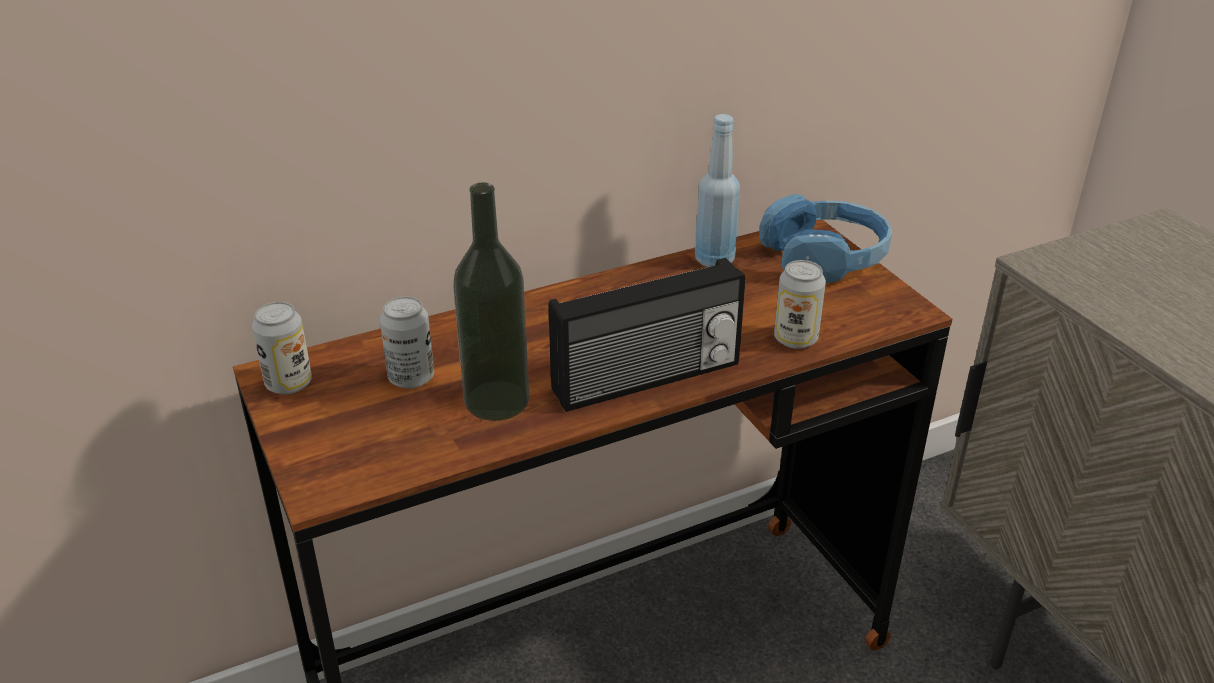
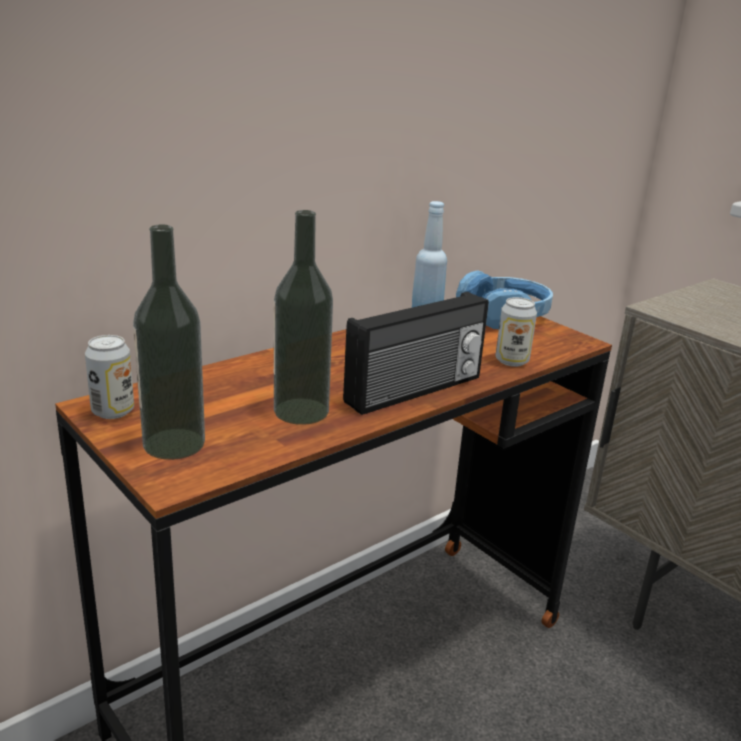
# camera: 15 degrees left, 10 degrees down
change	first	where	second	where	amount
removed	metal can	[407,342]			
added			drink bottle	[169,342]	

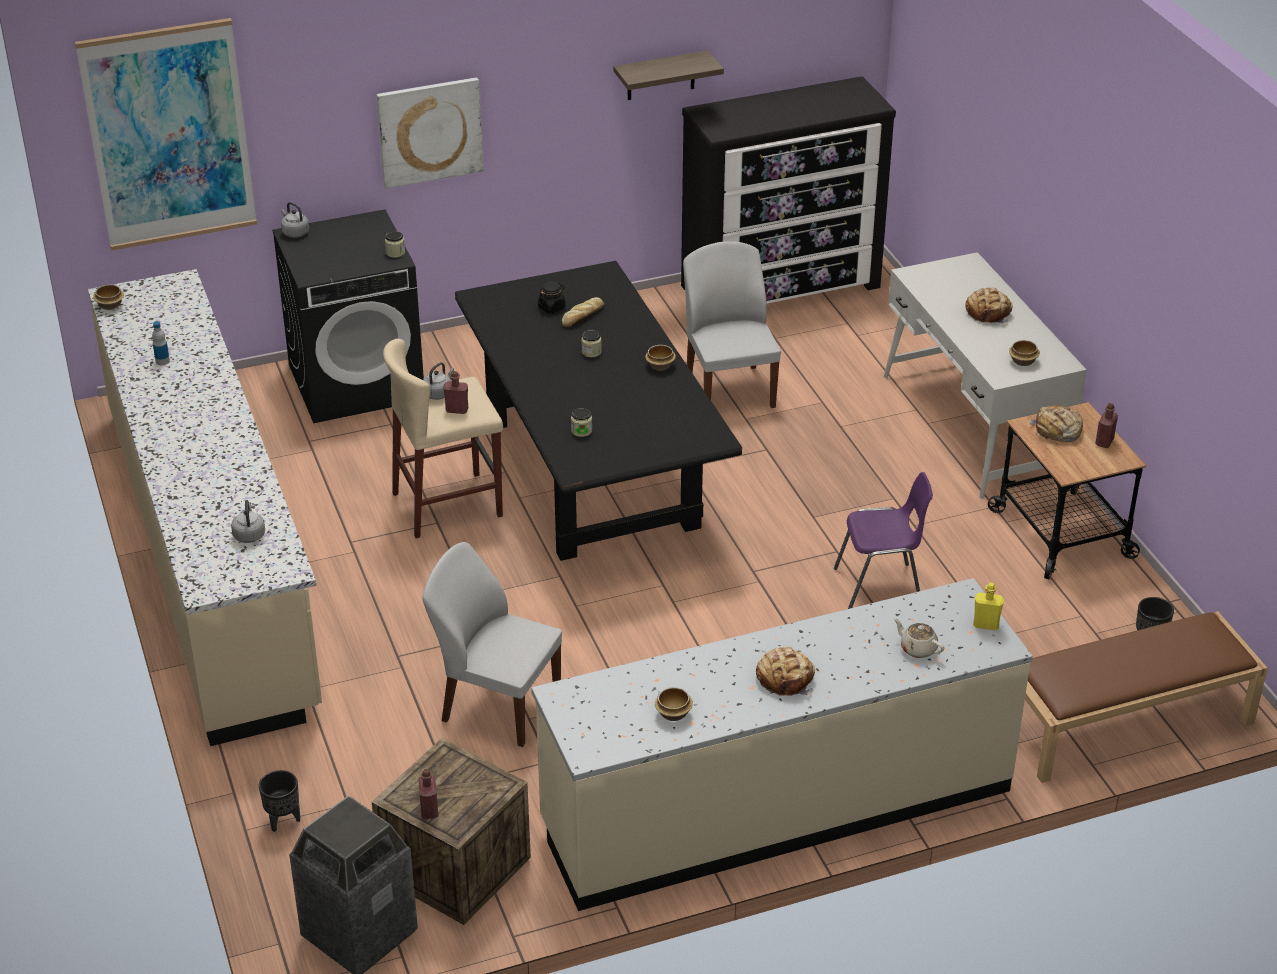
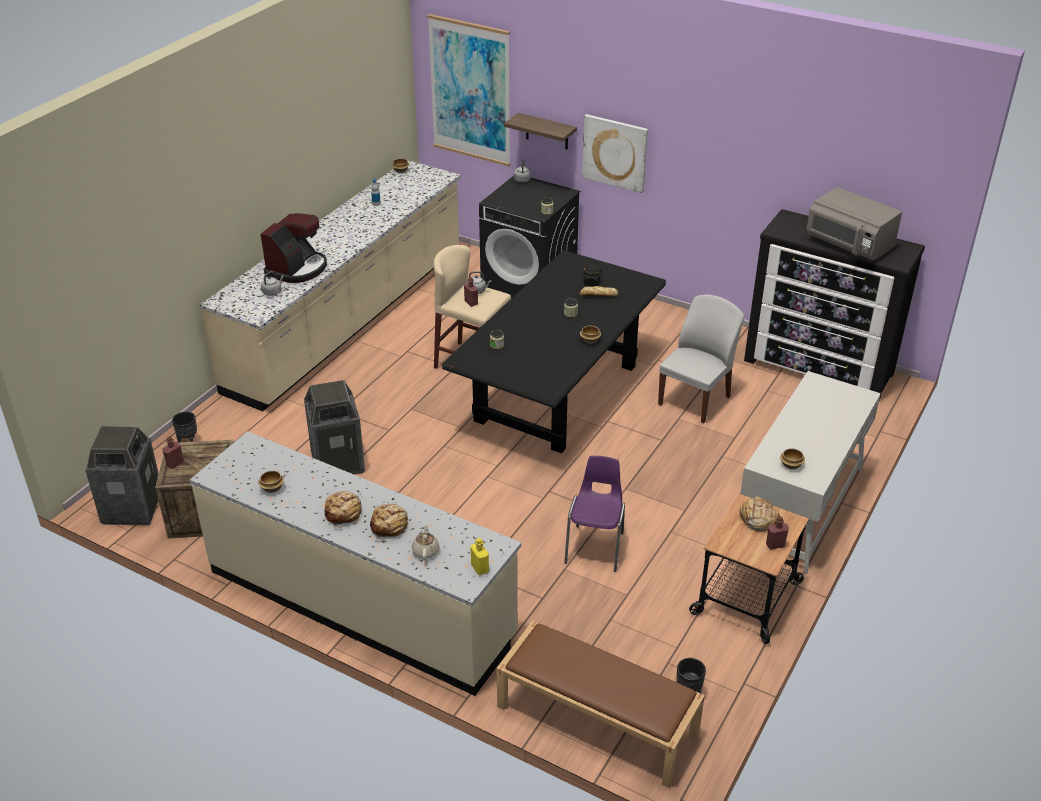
# camera: 50 degrees right, 0 degrees up
change	first	where	second	where	amount
replaced	plain chair/white	[492,644]	rubbish bin	[334,427]	
moved	shelf	[669,75]		[540,131]	
turned	plain chair/purplish	[883,540]		[594,514]	120 degrees counterclockwise
moved	bread	[988,306]		[389,522]	
added			coffee brewer	[293,248]	
added			microwave/gray	[854,223]	

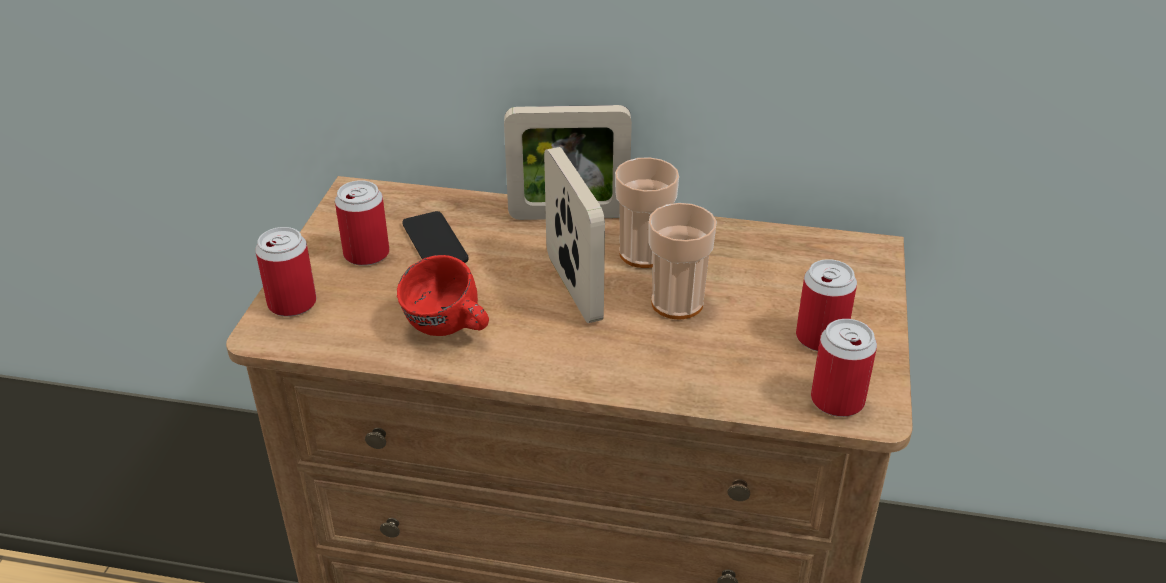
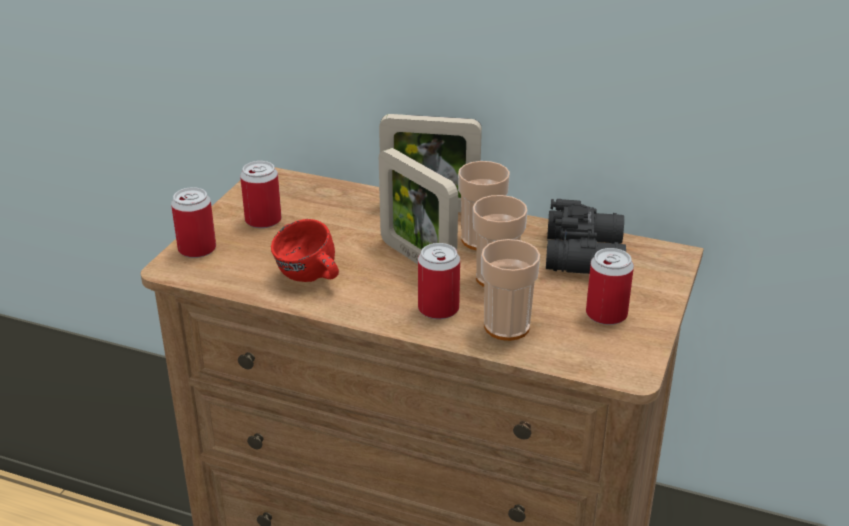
# camera: 10 degrees right, 5 degrees down
change	first	where	second	where	amount
removed	phone	[435,237]			
turned	picture frame	[574,235]		[418,206]	150 degrees clockwise
moved	metal can	[844,368]		[439,281]	
added			small cup	[510,290]	
added			field glasses/black	[586,236]	

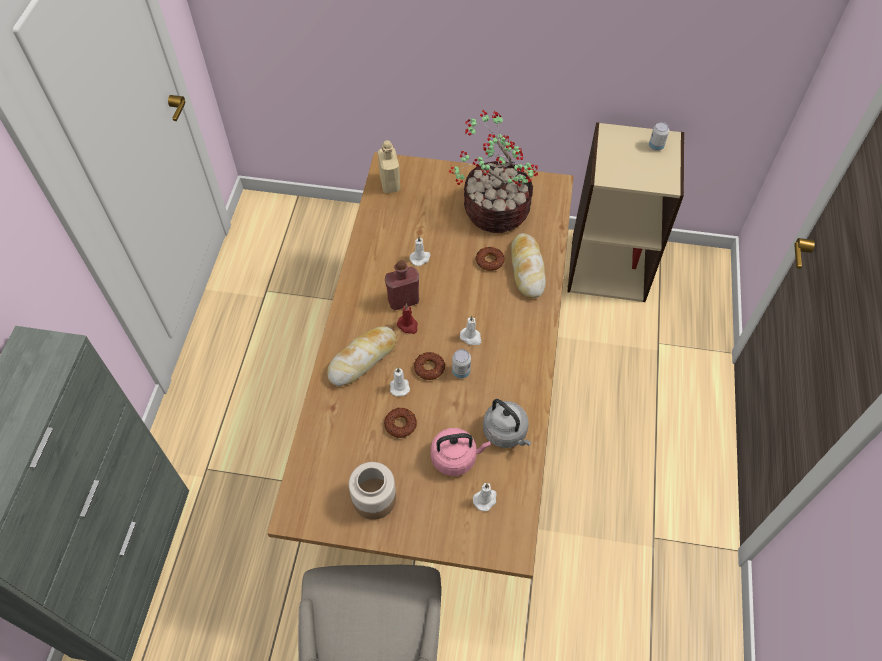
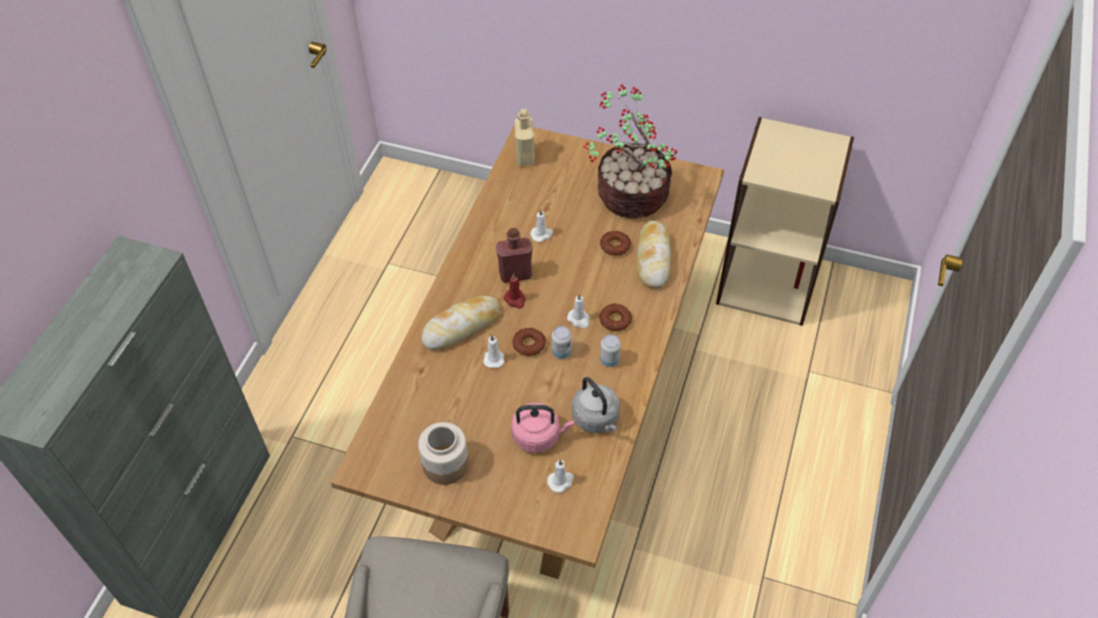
# camera: 10 degrees right, 5 degrees down
change	first	where	second	where	amount
moved	doughnut	[400,423]		[615,317]	
moved	metal can	[659,136]		[610,350]	

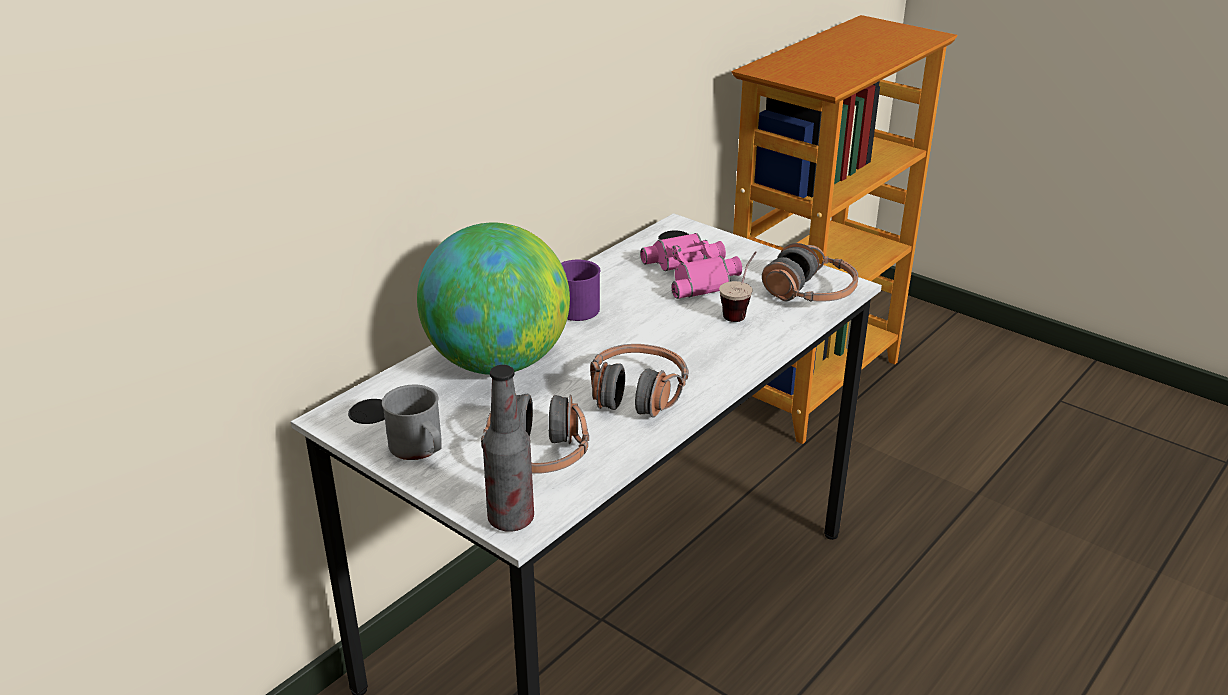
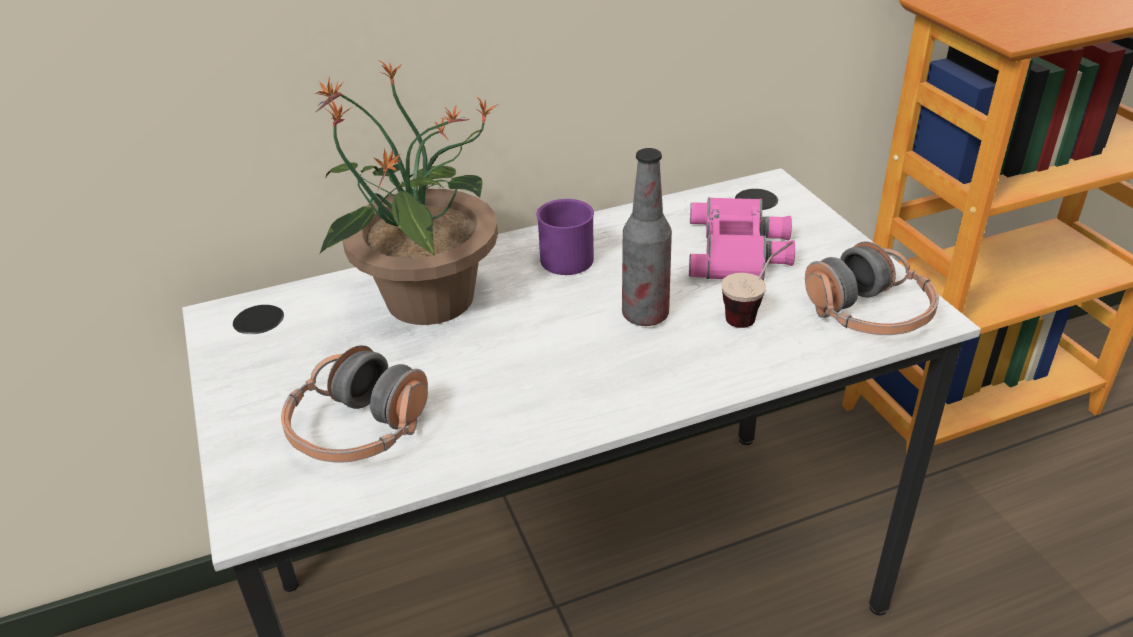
# camera: 30 degrees right, 5 degrees up
change	first	where	second	where	amount
removed	tea mug/gray	[412,422]			
replaced	world globe	[493,298]	houseplant	[406,193]	
moved	drink bottle	[508,448]		[647,237]	
removed	headphones	[639,381]			

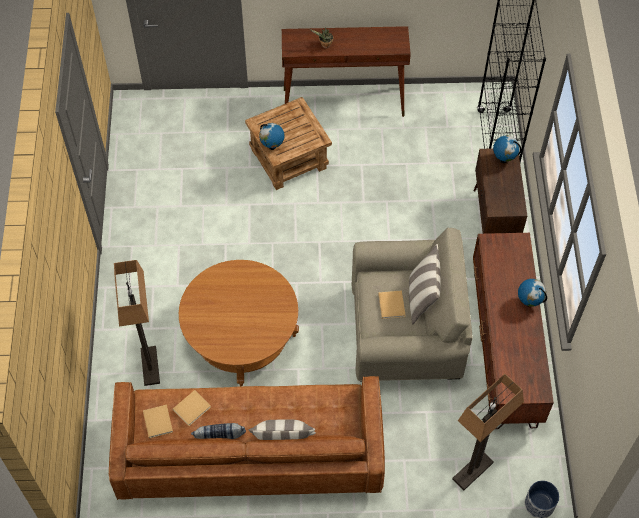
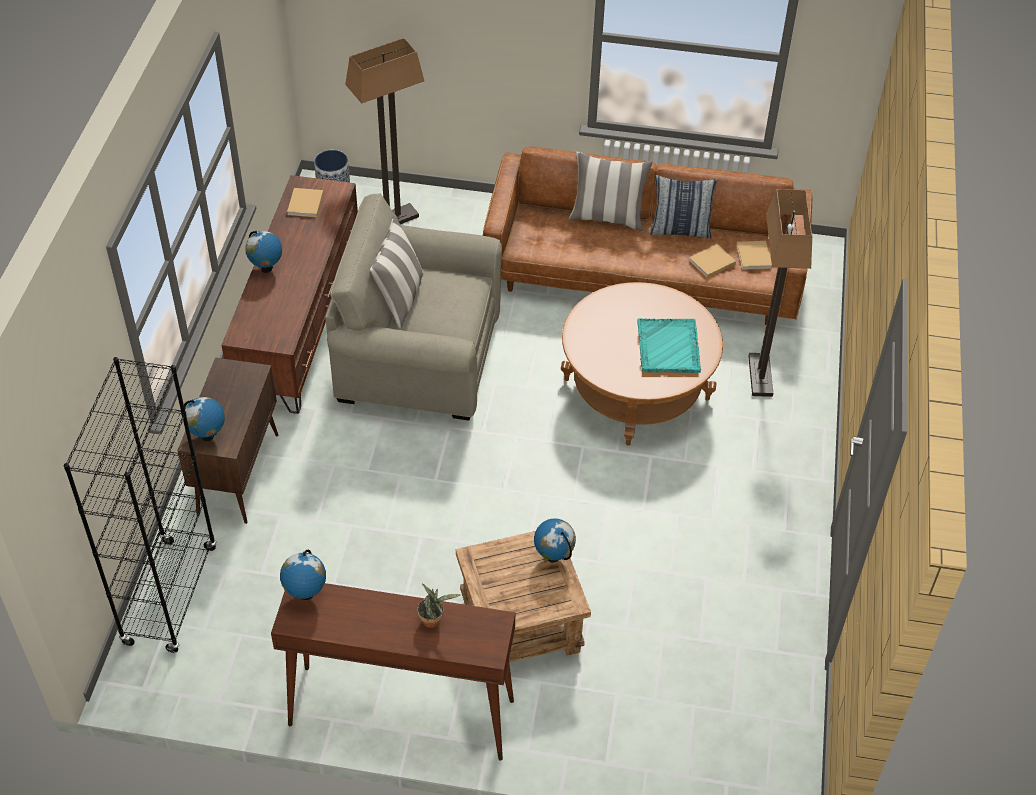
# camera: 170 degrees left, 10 degrees down
change	first	where	second	where	amount
moved	bound book/beige	[392,304]		[305,202]	
added			world globe	[303,574]	
added			carrying tray/turquoise	[669,345]	

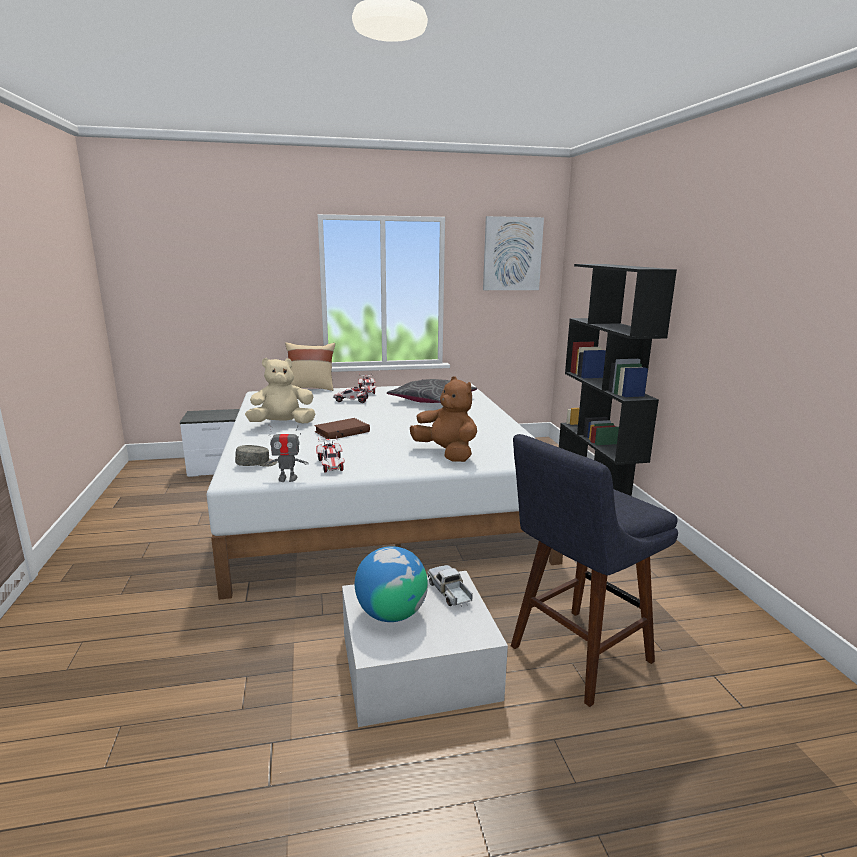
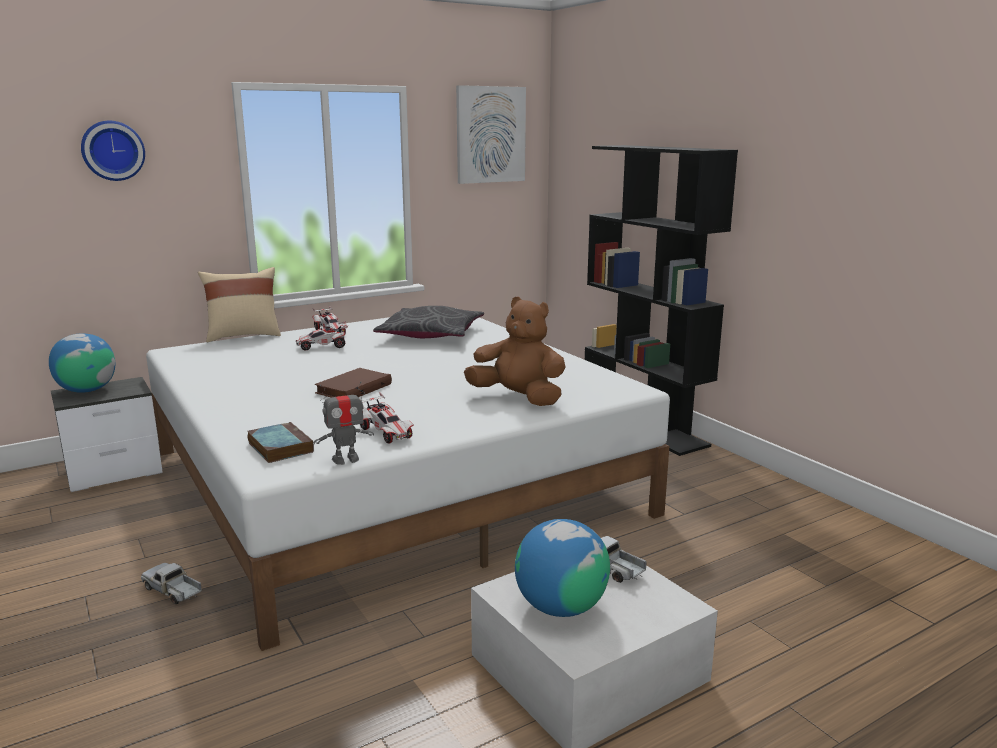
# camera: 20 degrees left, 0 degrees up
change	first	where	second	where	amount
replaced	baseball cap/gray	[256,456]	bound book	[280,442]	
removed	cuddly toy/beige	[280,390]			
removed	sitting stool/blue-coloured	[594,570]			
added			world globe	[82,363]	
added			clock on the wall	[113,151]	
added			toy truck	[171,583]	

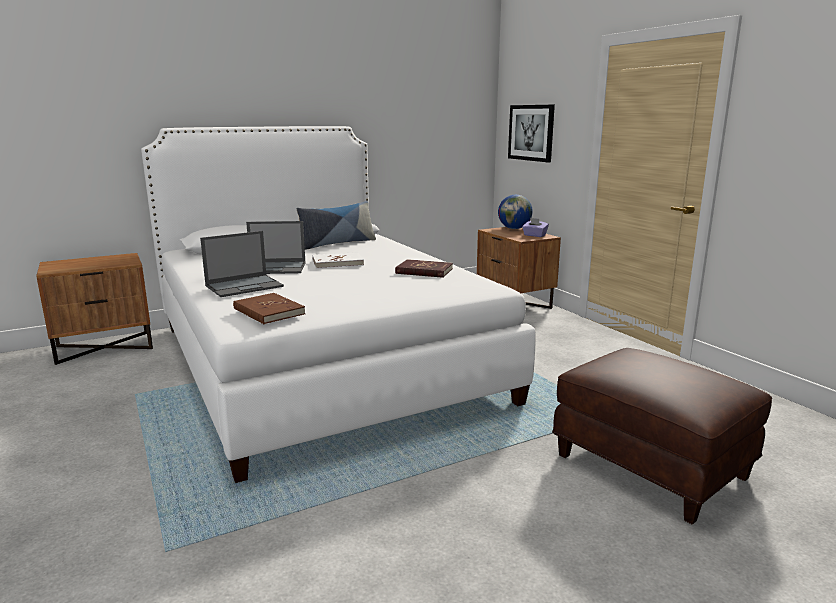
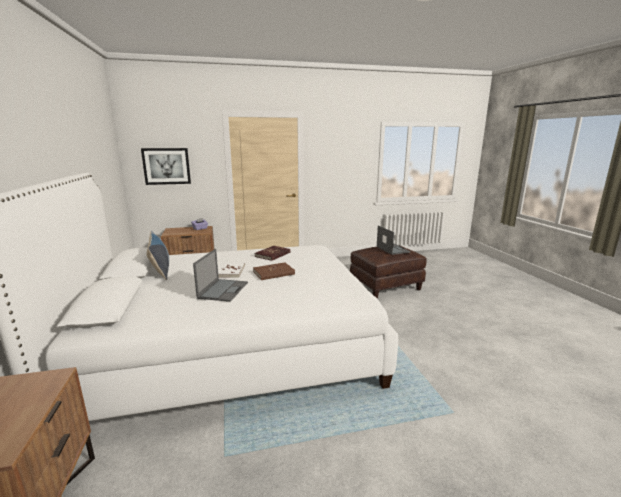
# camera: 75 degrees left, 0 degrees up
change	first	where	second	where	amount
moved	portable computer	[242,264]		[394,240]	
moved	bound book/brown	[269,308]		[274,271]	
removed	world globe	[515,212]			

